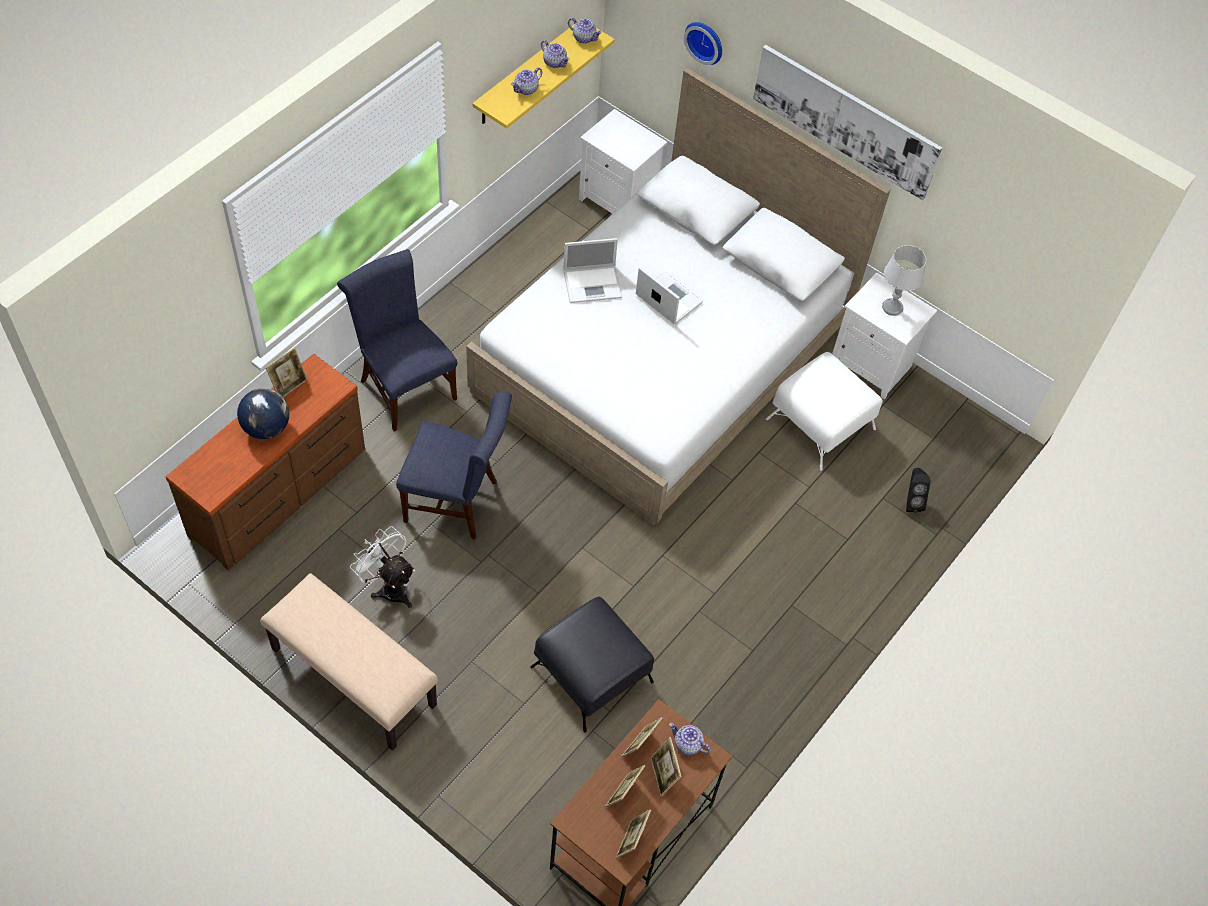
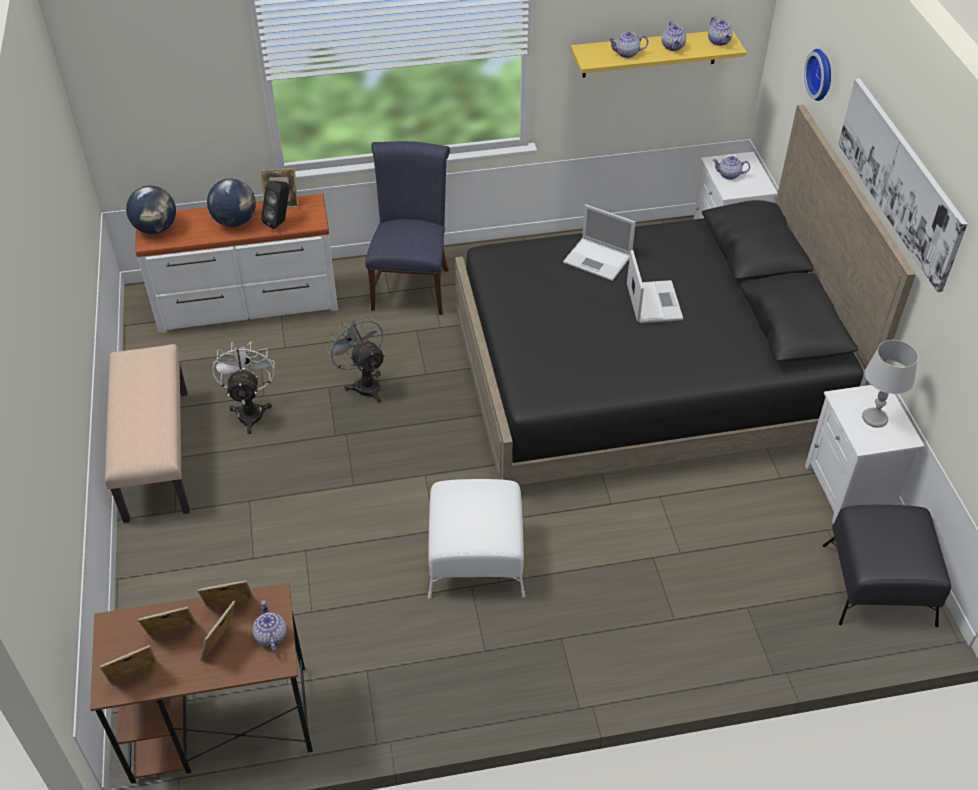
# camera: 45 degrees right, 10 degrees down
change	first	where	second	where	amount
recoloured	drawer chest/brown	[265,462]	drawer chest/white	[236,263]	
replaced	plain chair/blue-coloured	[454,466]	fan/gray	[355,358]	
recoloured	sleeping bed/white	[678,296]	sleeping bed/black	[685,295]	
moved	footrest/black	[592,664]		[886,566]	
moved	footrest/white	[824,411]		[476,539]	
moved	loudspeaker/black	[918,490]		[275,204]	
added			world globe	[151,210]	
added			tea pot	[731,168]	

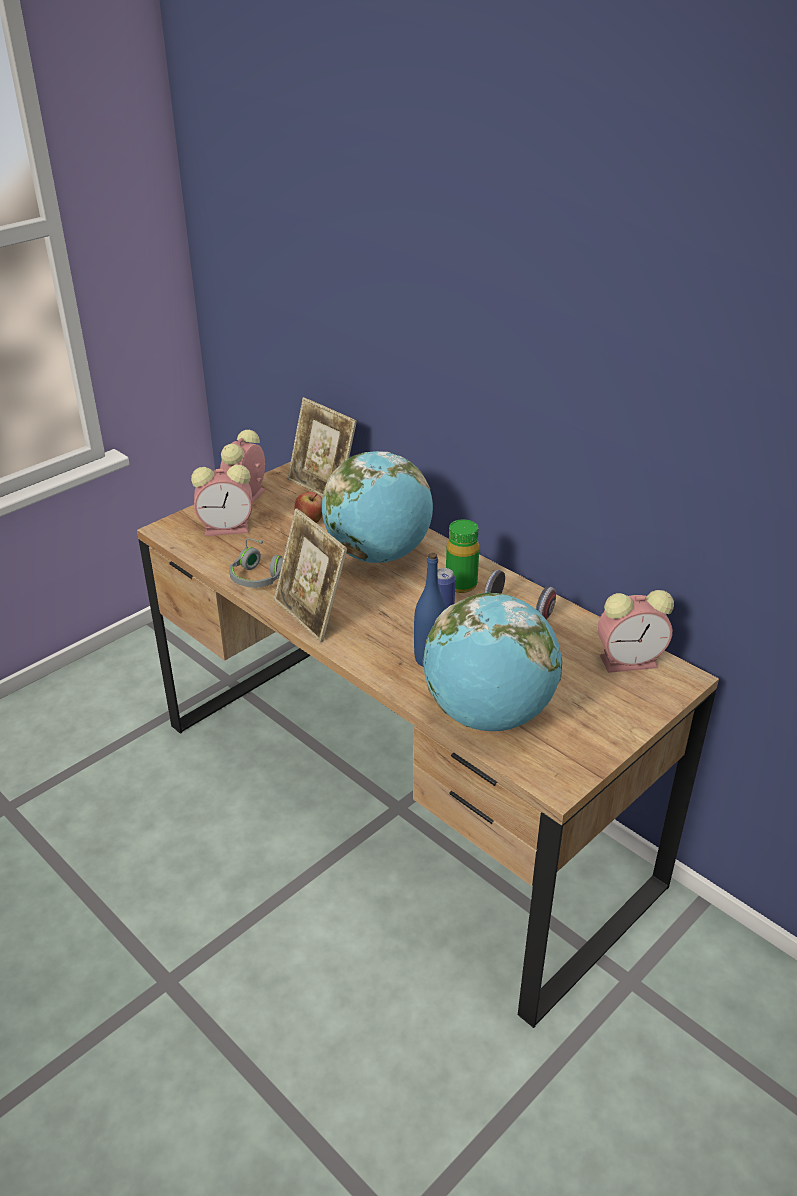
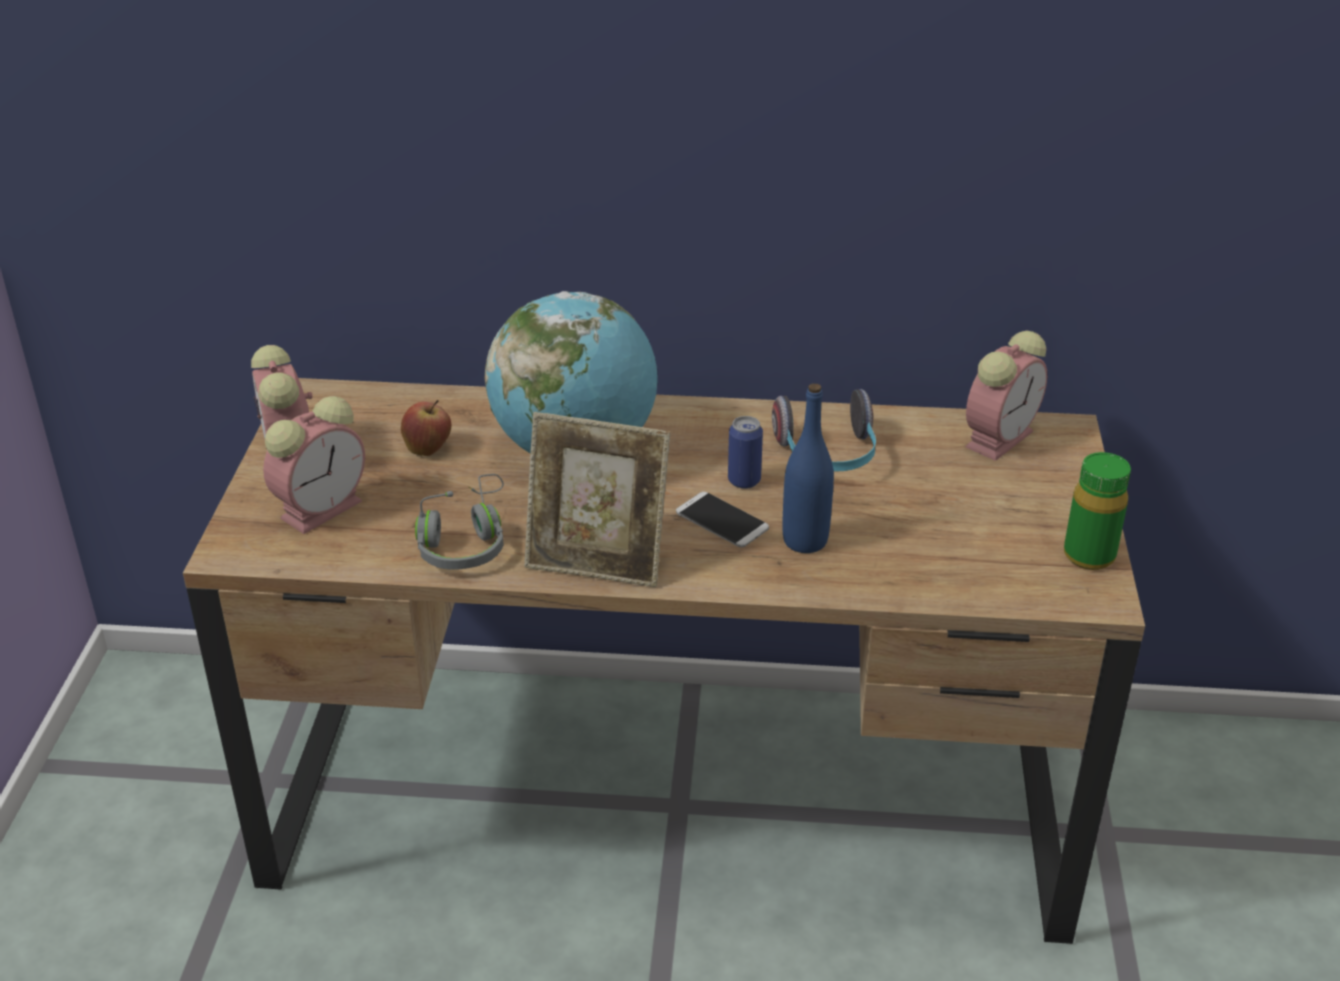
# camera: 40 degrees left, 0 degrees up
change	first	where	second	where	amount
removed	picture frame	[322,447]			
removed	world globe	[492,662]			
moved	drink bottle/green-coloured	[462,556]		[1097,511]	
added			phone	[722,519]	

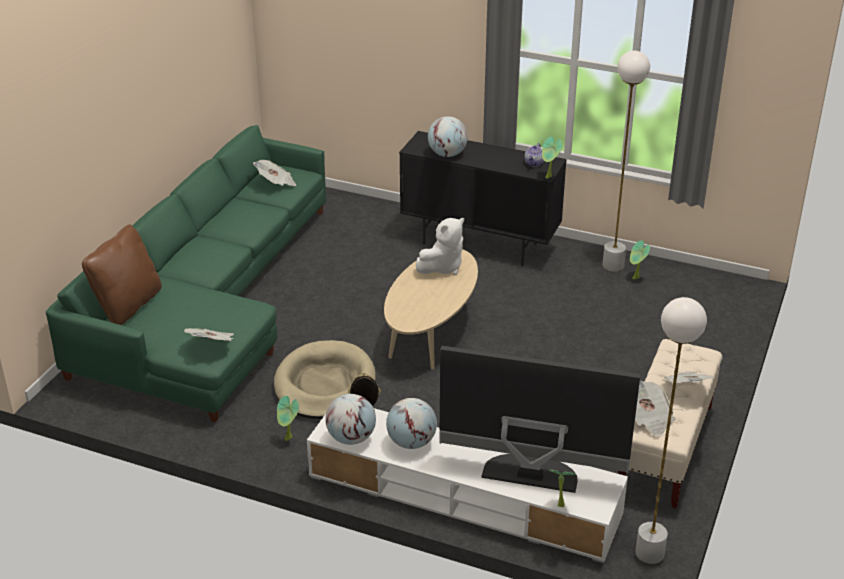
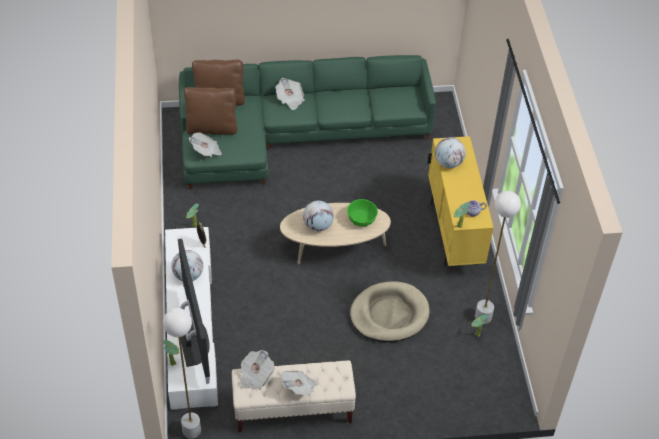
# camera: 60 degrees right, 15 degrees up
change	first	where	second	where	amount
moved	daily paper	[275,173]		[290,94]	
moved	pet bed/beige	[325,379]		[389,311]	
moved	world globe	[350,419]		[318,216]	
recoloured	storage cabinet/black	[483,198]	storage cabinet/yellow-coloured	[460,201]	
replaced	cuddly toy/white	[440,246]	bowl/green-coloured	[362,213]	
added			cushion/brown	[210,111]	

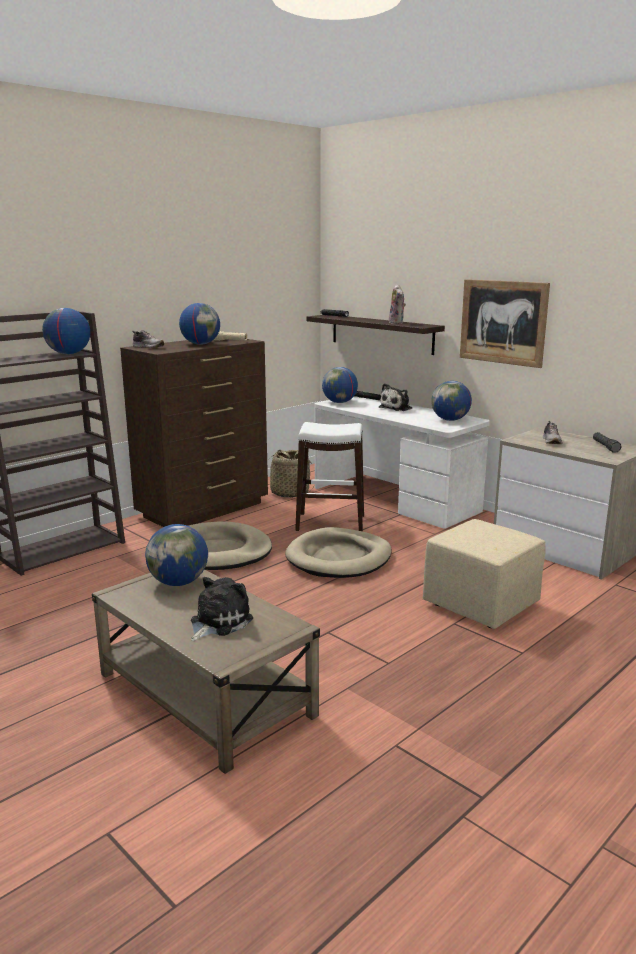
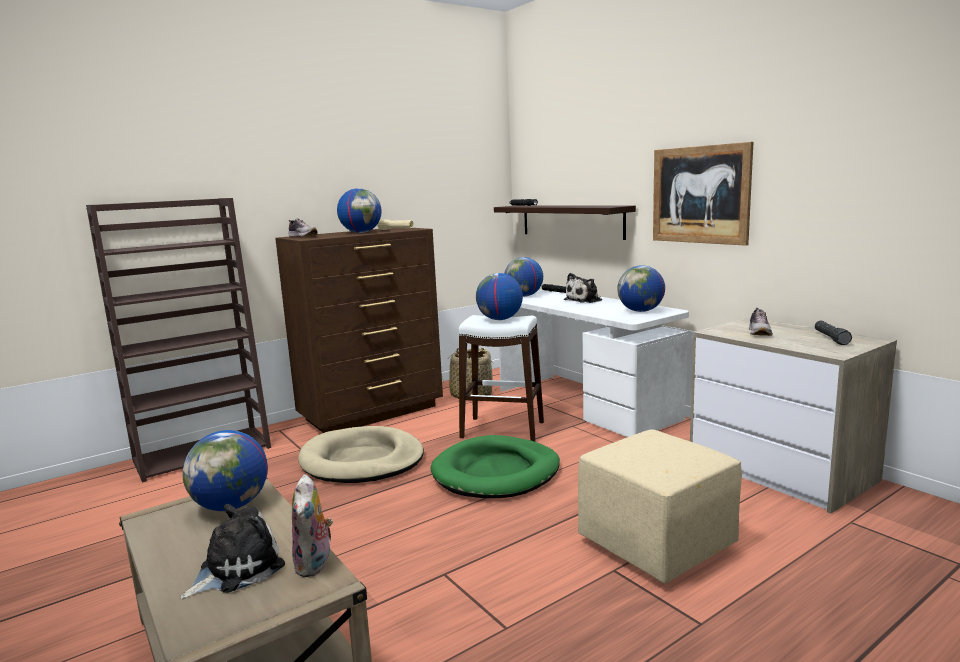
# camera: 10 degrees right, 5 degrees down
change	first	where	second	where	amount
moved	world globe	[66,331]		[499,296]	
recoloured	pet bed/beige	[338,552]	pet bed/green-coloured	[495,466]	
moved	cuddly toy	[397,304]		[312,525]	

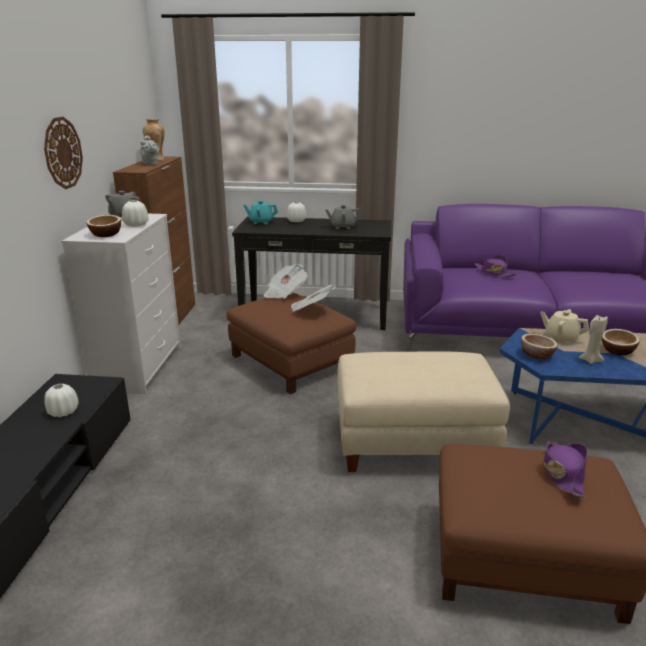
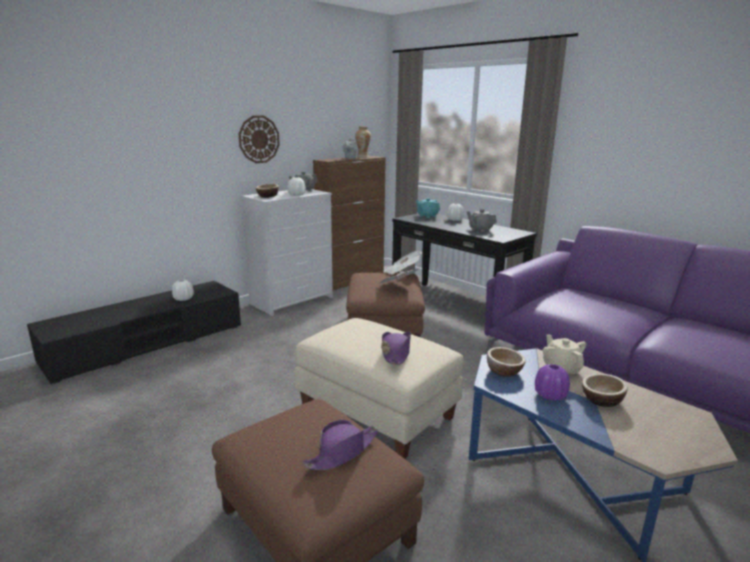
# camera: 40 degrees right, 5 degrees down
change	first	where	second	where	amount
moved	clothing hat/purplish	[495,266]		[396,348]	
replaced	wax candle/beige	[593,339]	vase/purplish	[552,382]	

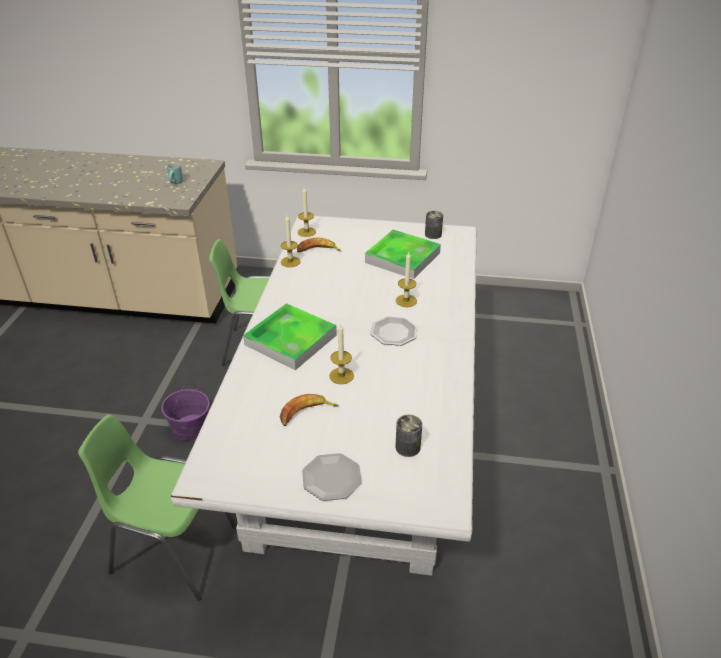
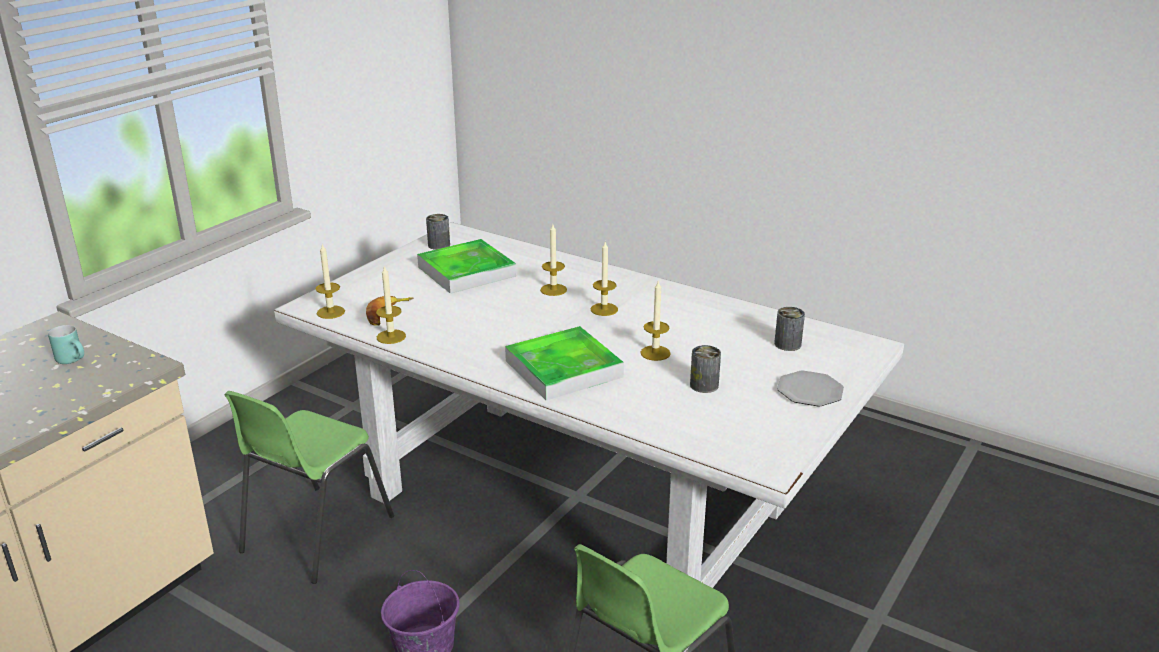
# camera: 65 degrees left, 10 degrees down
change	first	where	second	where	amount
replaced	banana	[309,410]	metal can	[705,369]	
replaced	dinner plate	[394,331]	wax candle	[604,279]	

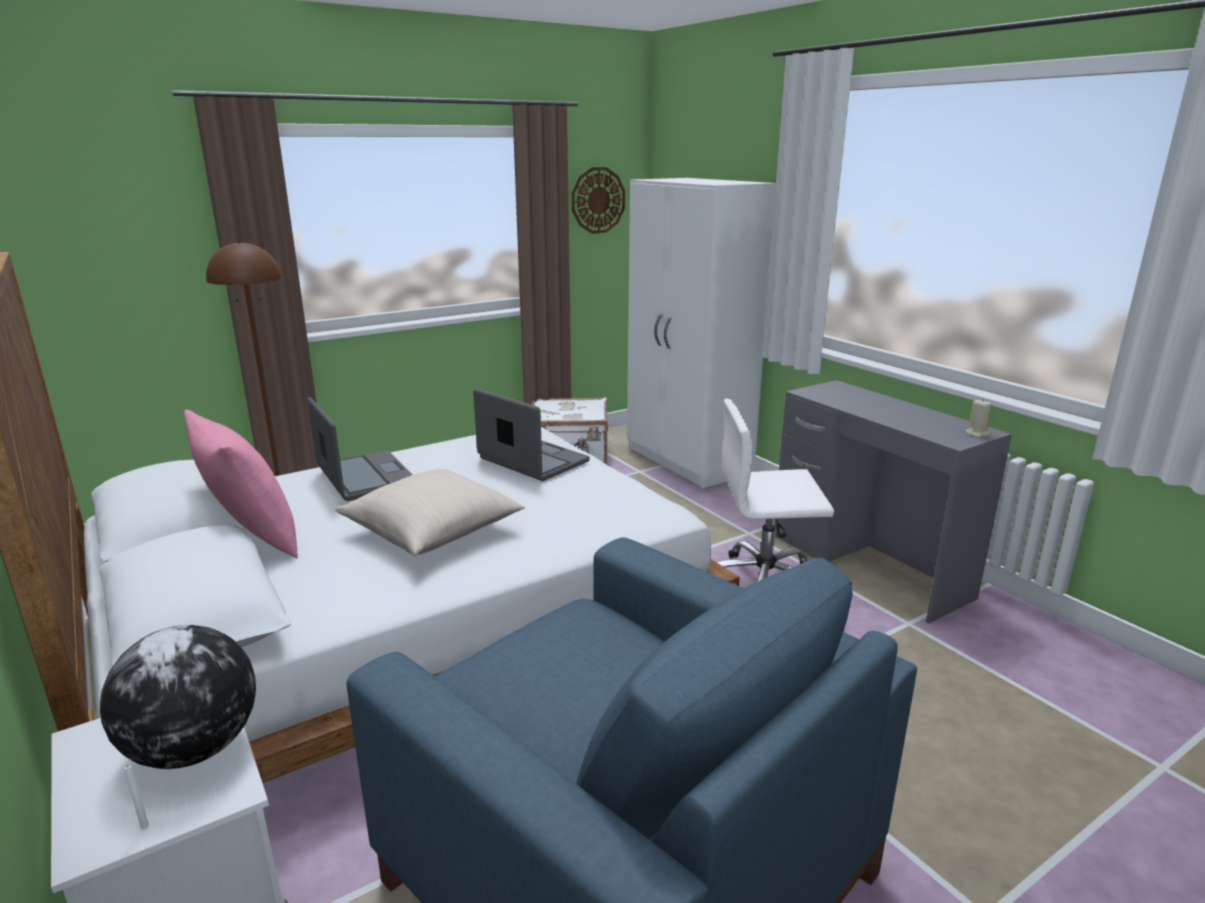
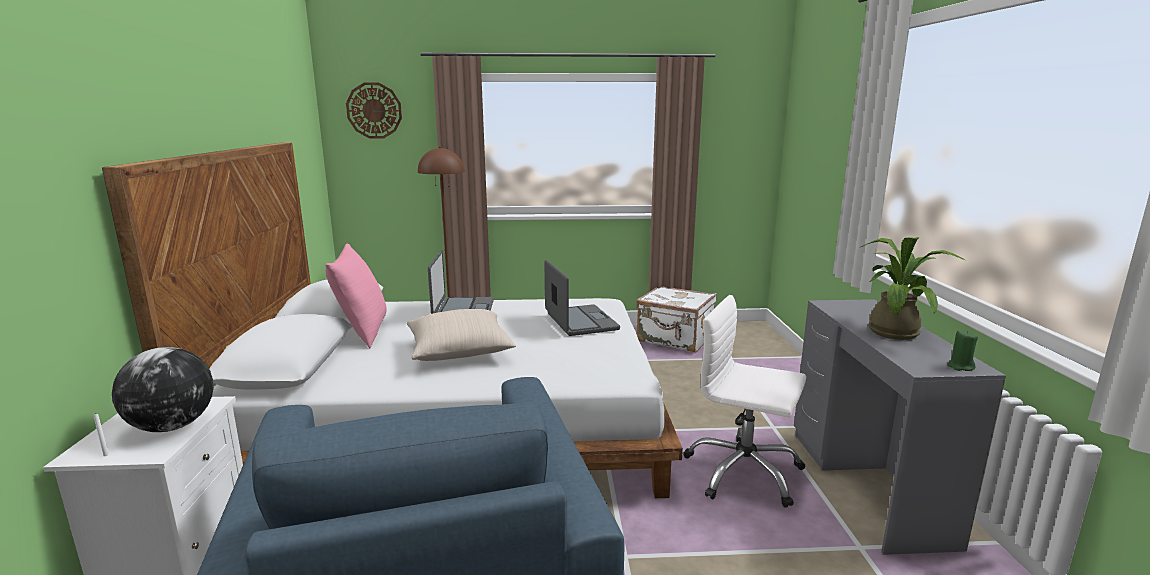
# camera: 30 degrees right, 5 degrees down
change	first	where	second	where	amount
moved	clock on the wall	[598,200]		[374,110]	
removed	wardrobe/white	[701,333]			
recoloured	wax candle/beige	[978,418]	wax candle/green-coloured	[962,350]	
added			houseplant	[913,288]	

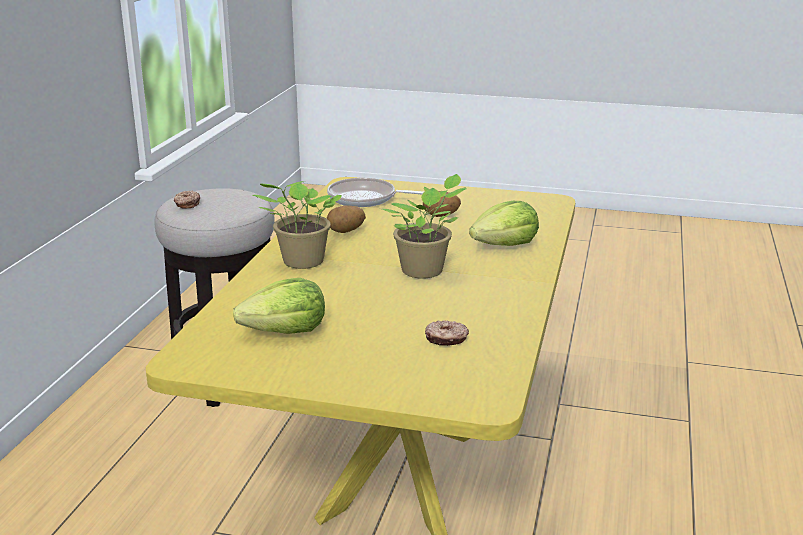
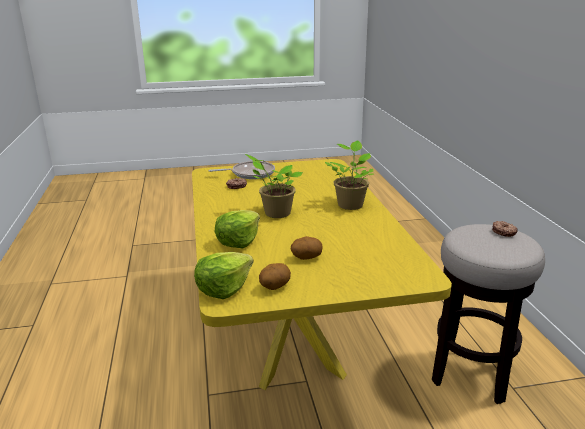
# camera: 155 degrees right, 0 degrees up
change	first	where	second	where	amount
moved	lettuce	[279,306]		[224,275]	
moved	pan	[375,192]		[241,170]	
moved	spud	[346,219]		[275,276]	

